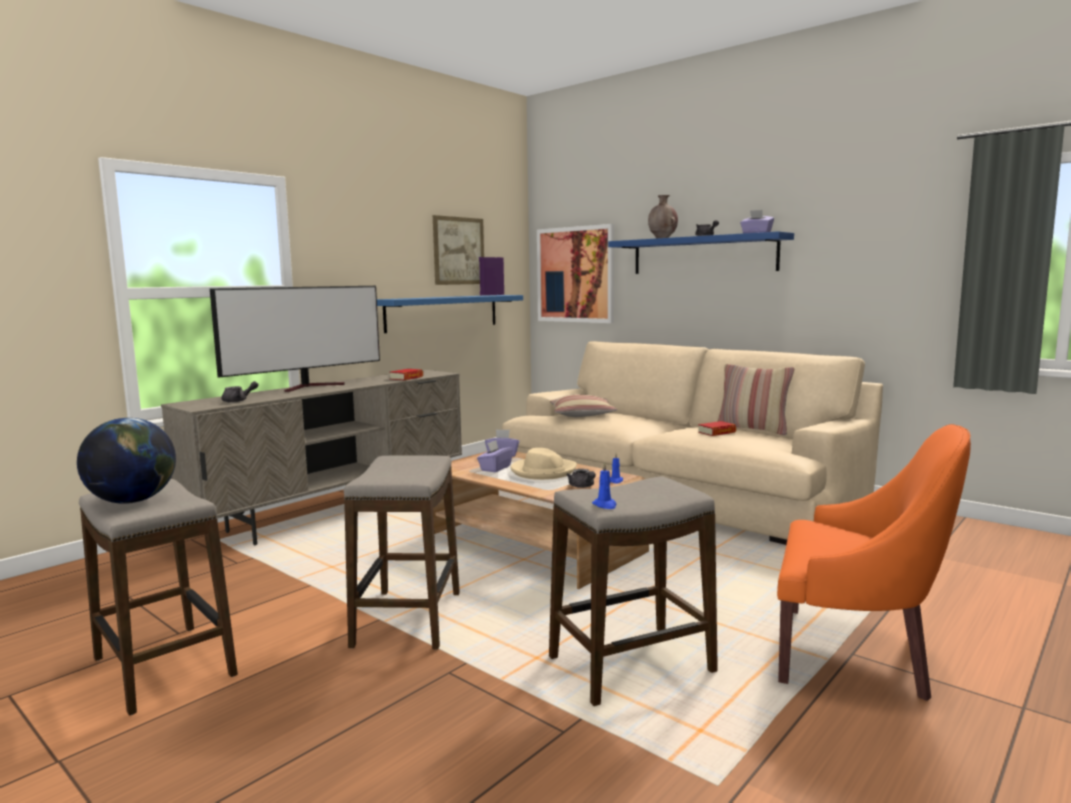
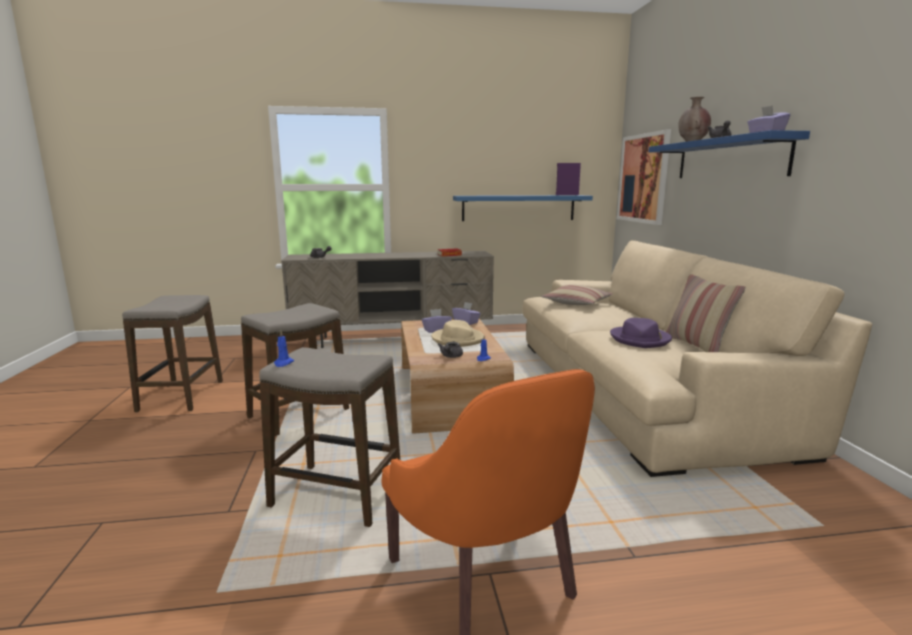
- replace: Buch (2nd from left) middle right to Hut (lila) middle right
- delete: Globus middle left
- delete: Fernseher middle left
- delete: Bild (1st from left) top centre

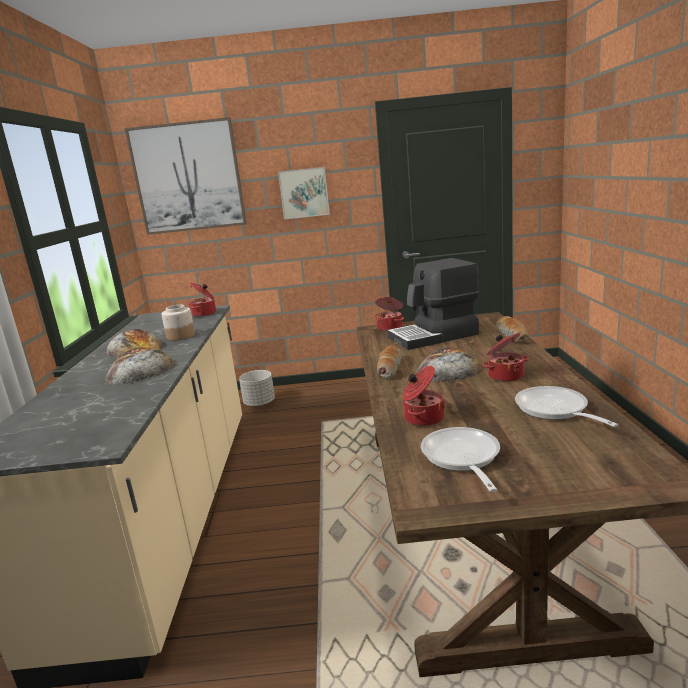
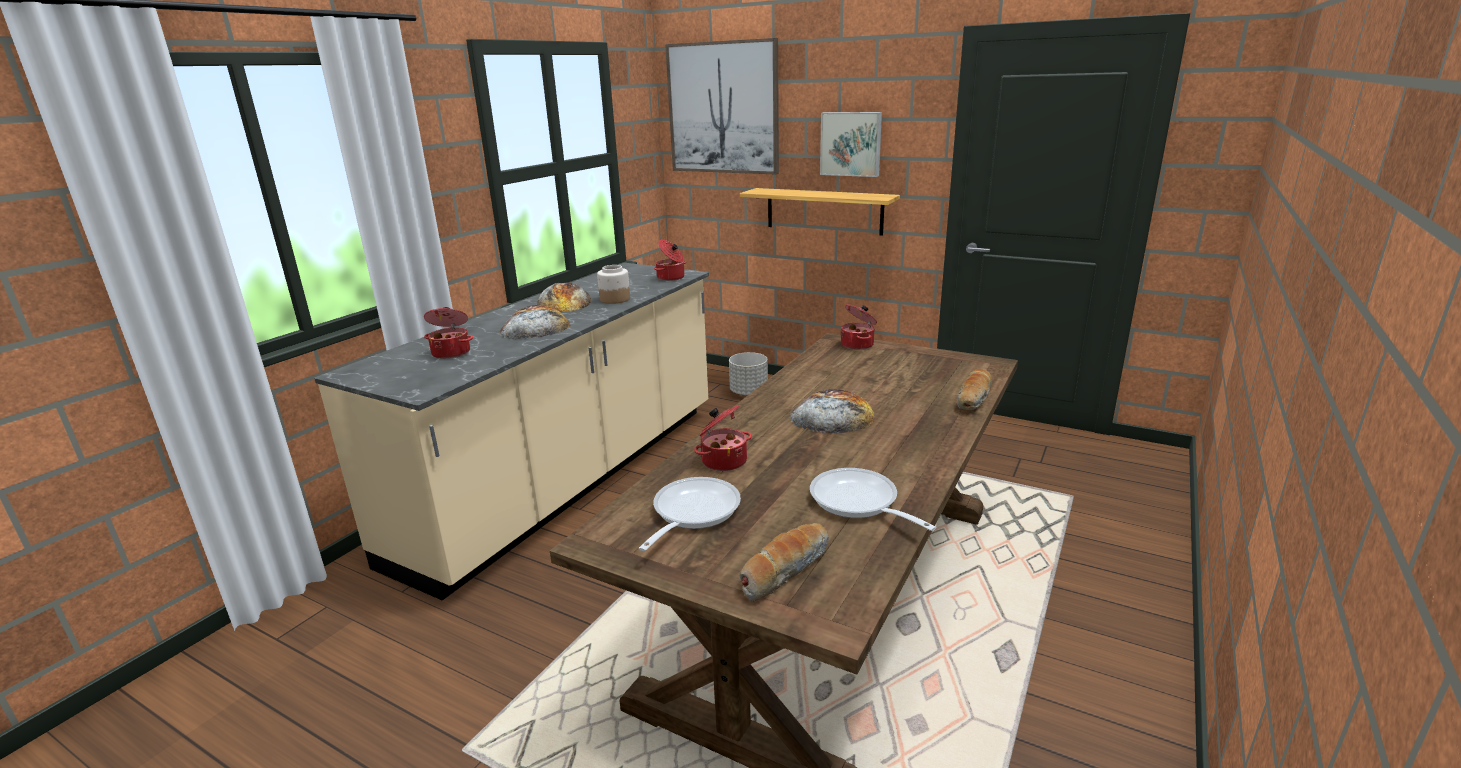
- move: Kochtopf (4th from left in the first image) middle right to Kochtopf (1st from left) middle left
- insert: Wandregal top centre
- move: Brot (3rd from left) centre to bottom centre
- rotate: Pfanne (2nd from left) middle right = centre 45 degrees counterclockwise
- delete: Kaffeemaschine centre

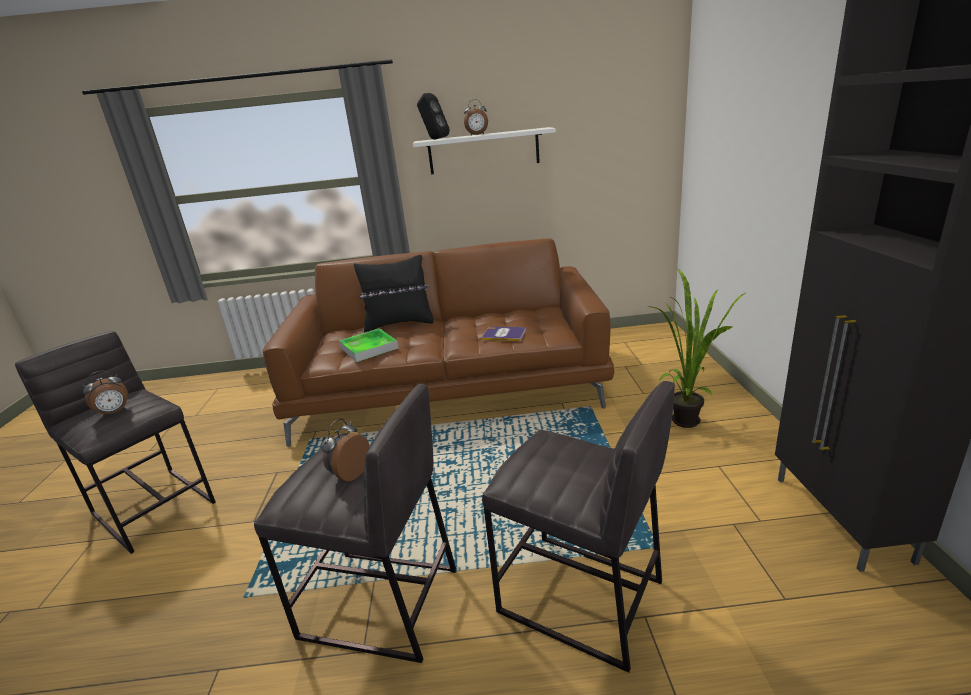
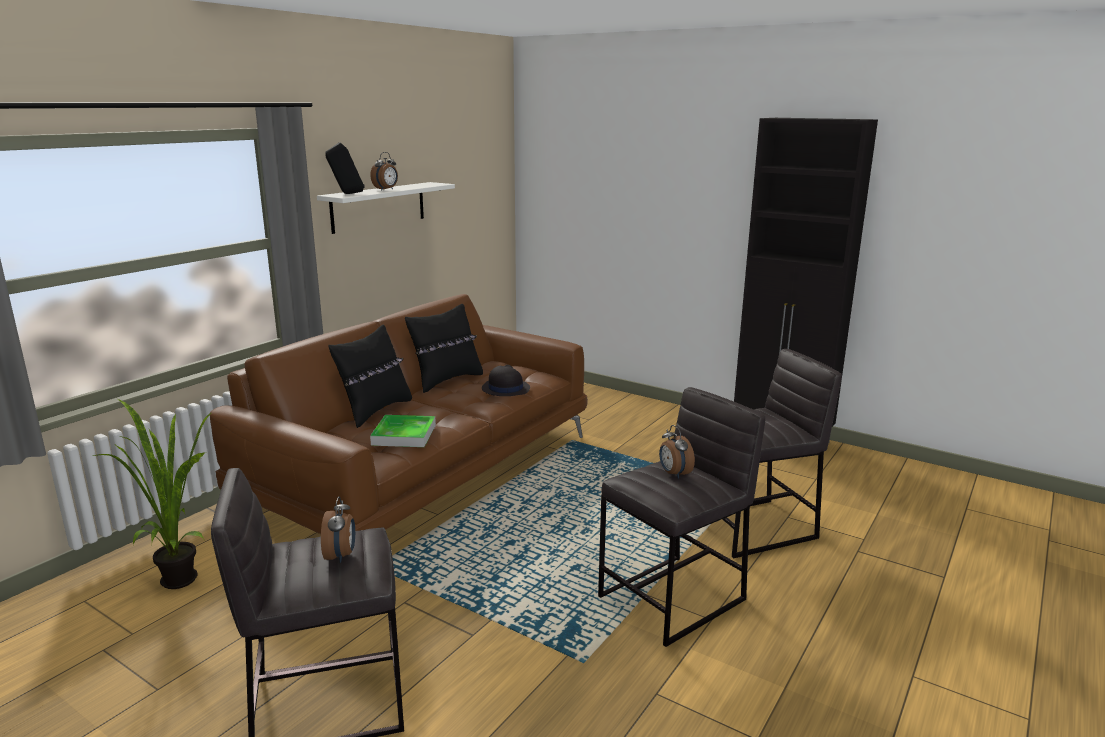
- move: Topfpflanze middle right to bottom left
- insert: Kissen (schwarz) (2nd from left) centre
- replace: Buch centre to Hut (schwarz) centre

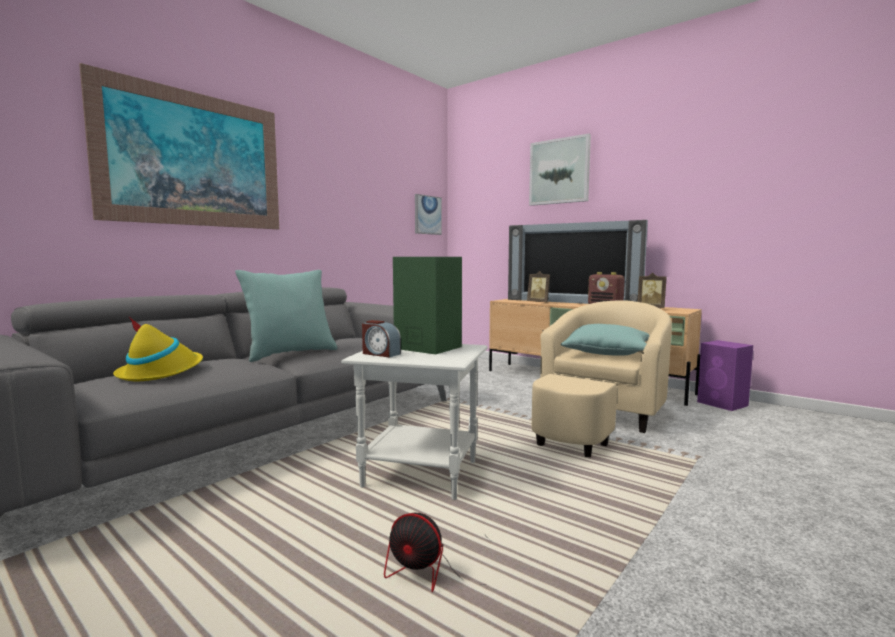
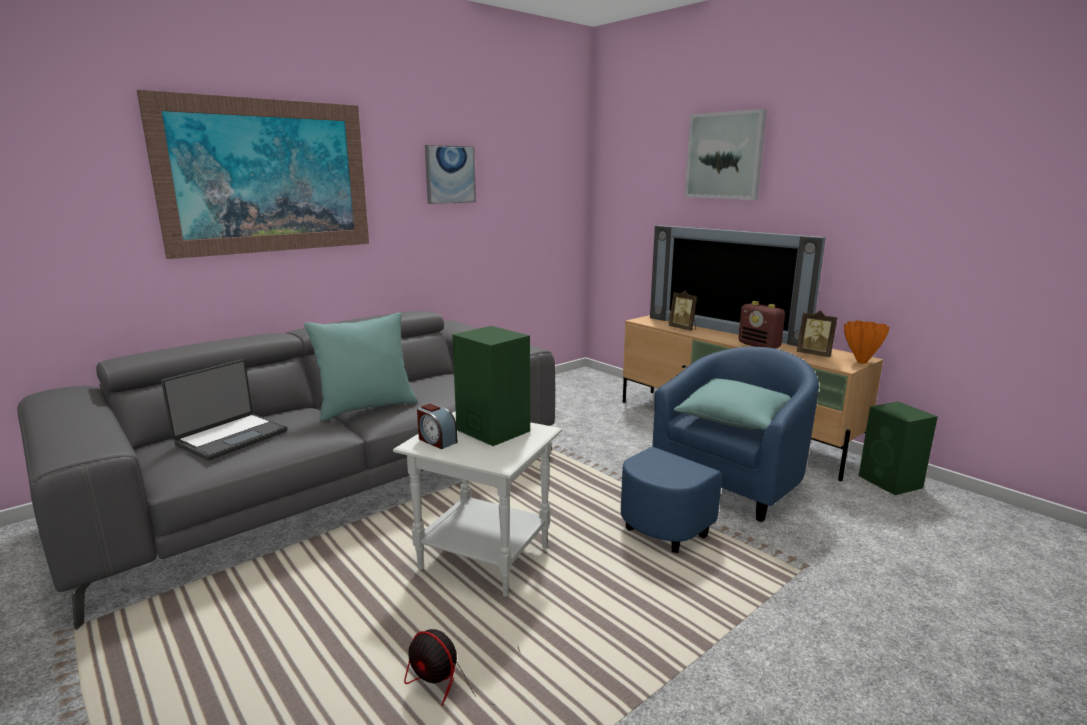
- replace: Hut (gelb) middle left to Laptop middle left
- move: Bild (2nd from left) centre to top centre
- recolor: Sessel (beige) middle right to Sessel (blau) centre
- insert: Vase (orange) middle right
- recolor: Lautsprecher (lila) middle right to Lautsprecher (grün) (2nd from left) middle right

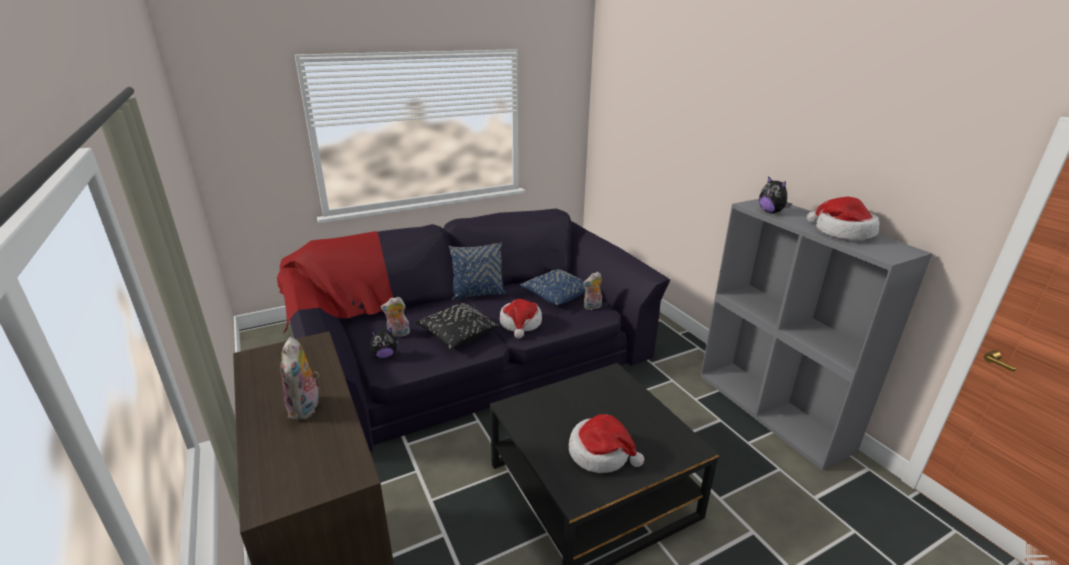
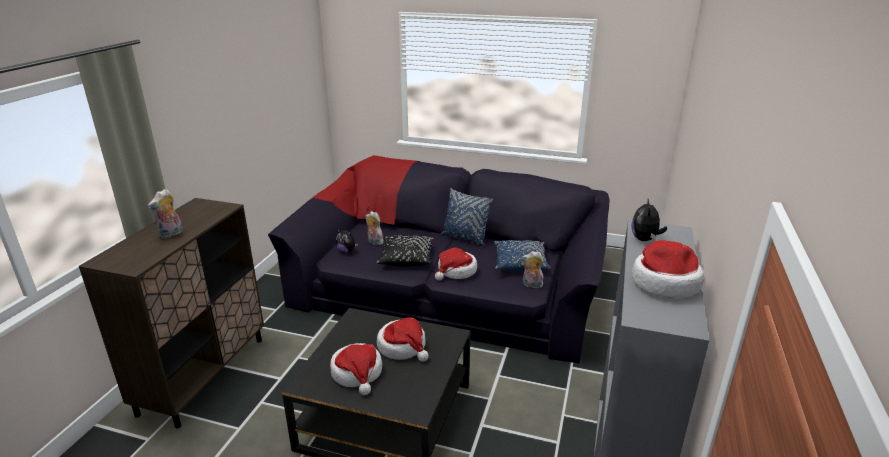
- insert: Hut (2nd from left) bottom centre

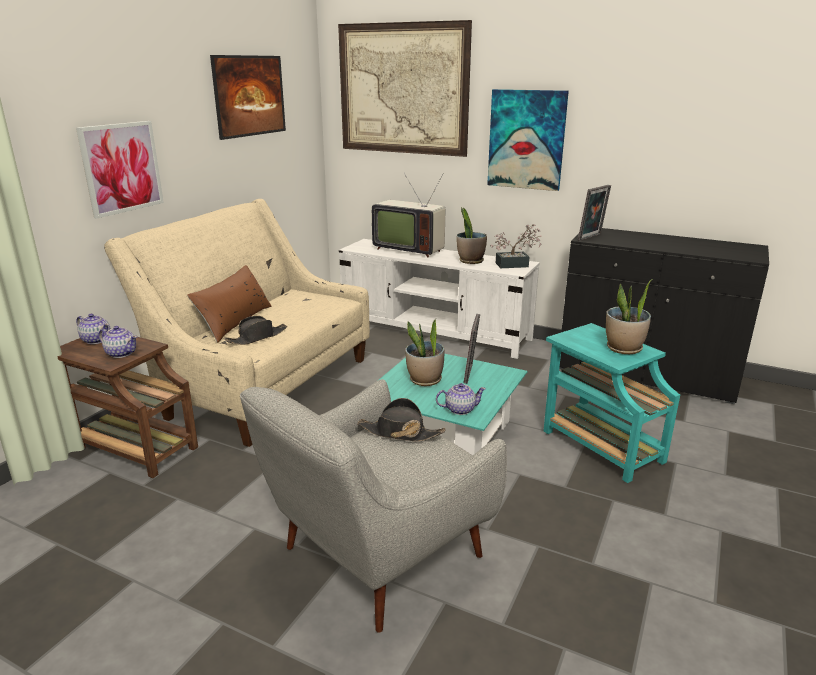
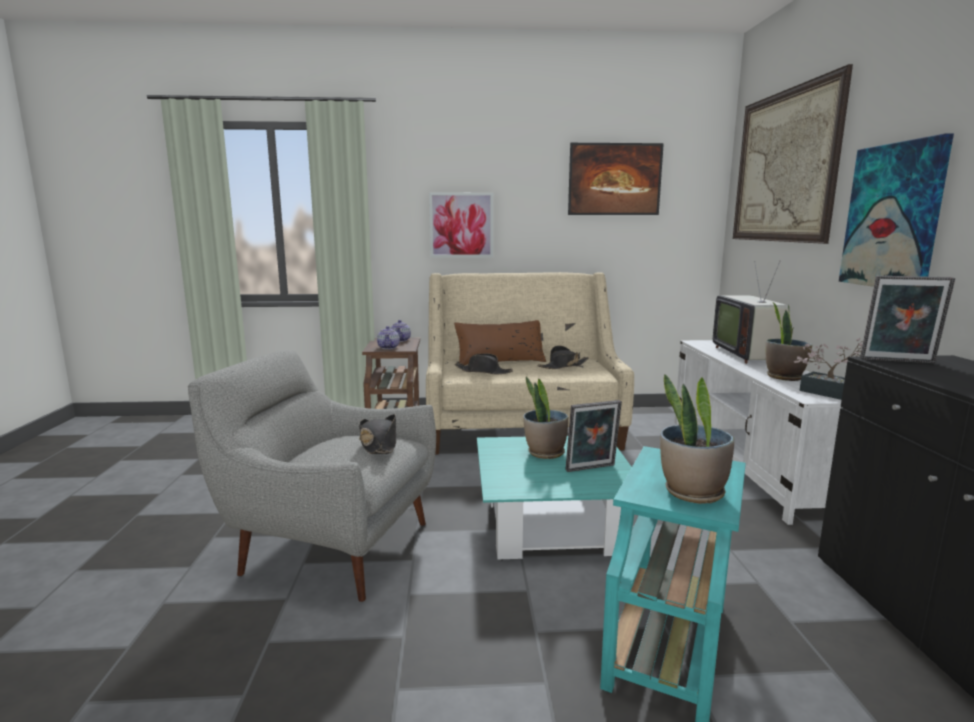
- insert: Hut (schwarz) (3rd from left) centre
- delete: Teekanne (3rd from left) centre

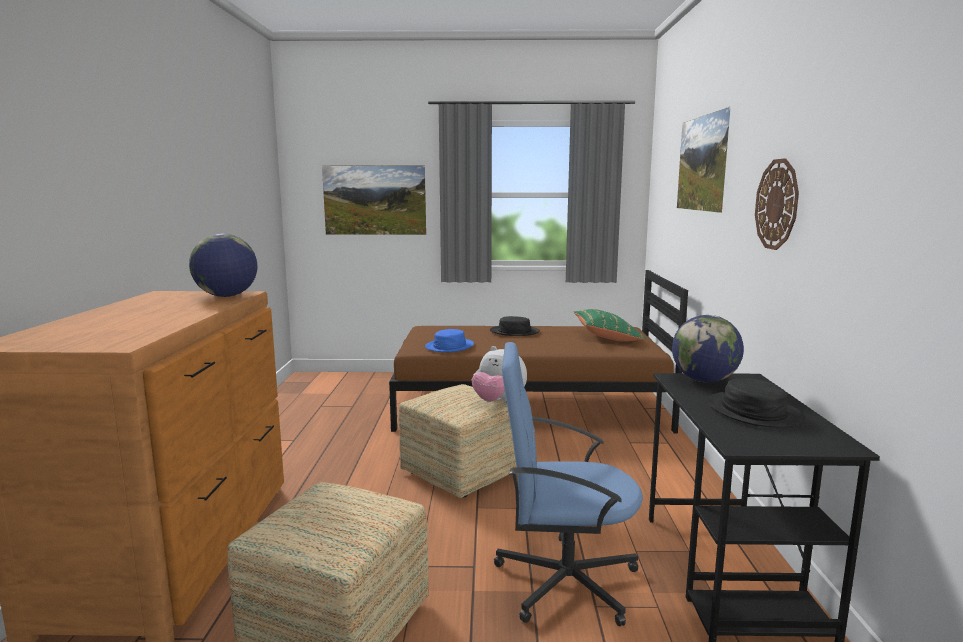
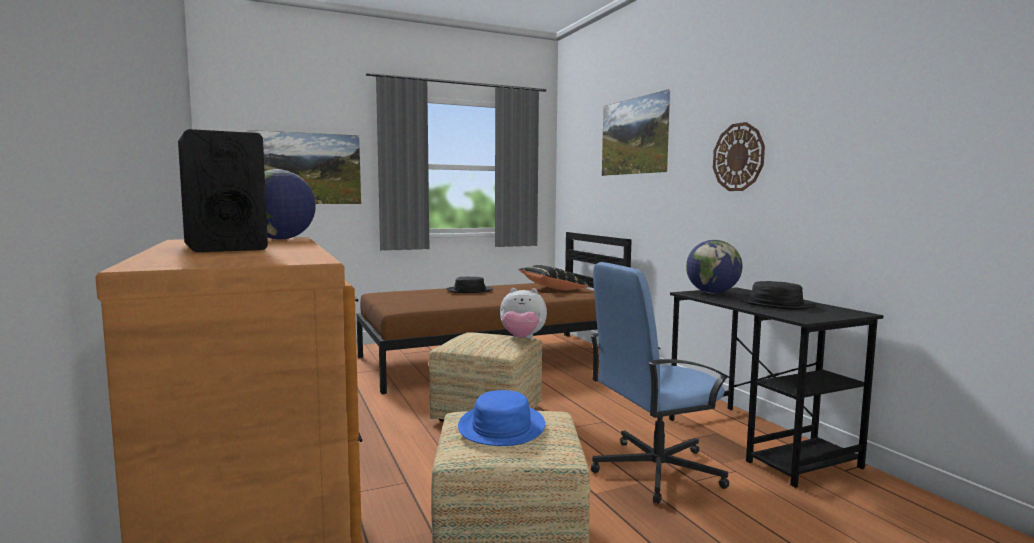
- insert: Lautsprecher (schwarz) middle left
- move: Hut (blau) centre to bottom centre
- recolor: Kissen (grün) centre to Kissen (schwarz) centre

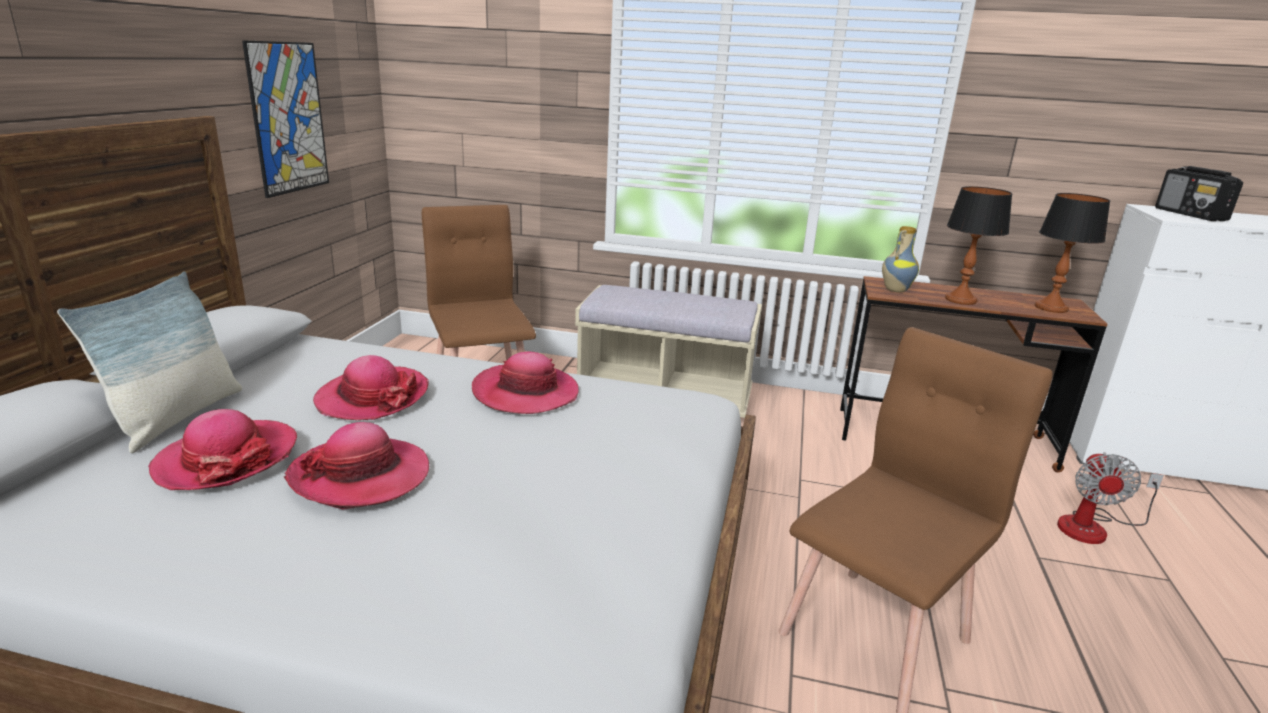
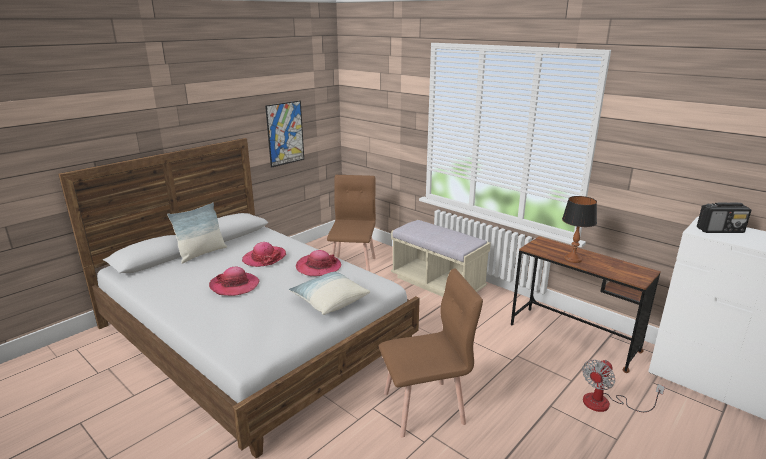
- insert: Kissen (2nd from left) centre
- rotate: Radio top right = middle right 105 degrees counterclockwise
- delete: Hut (1st from left) middle left
- delete: Vase middle right
- delete: Tischlampe (2nd from left) middle right

